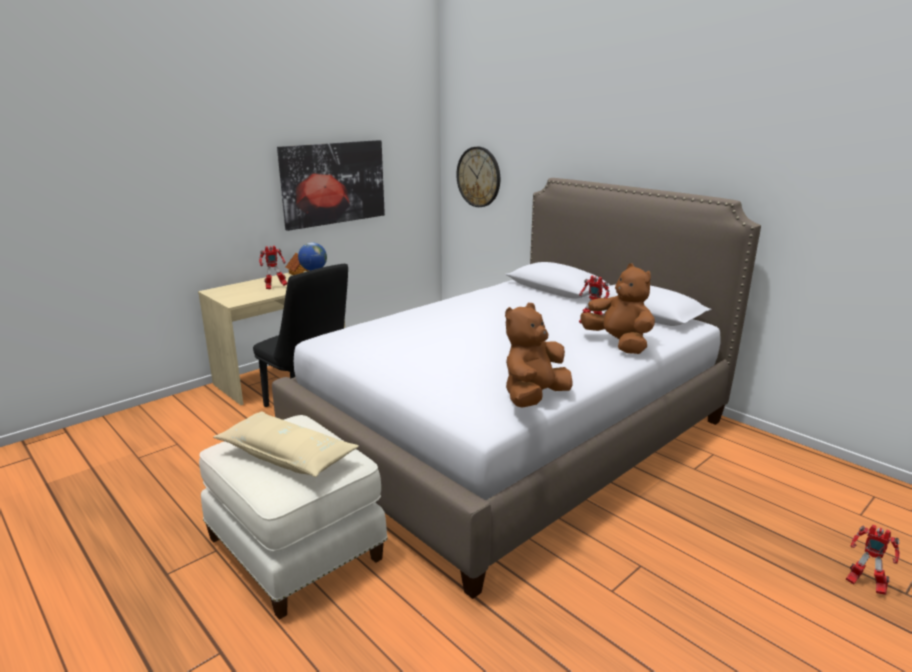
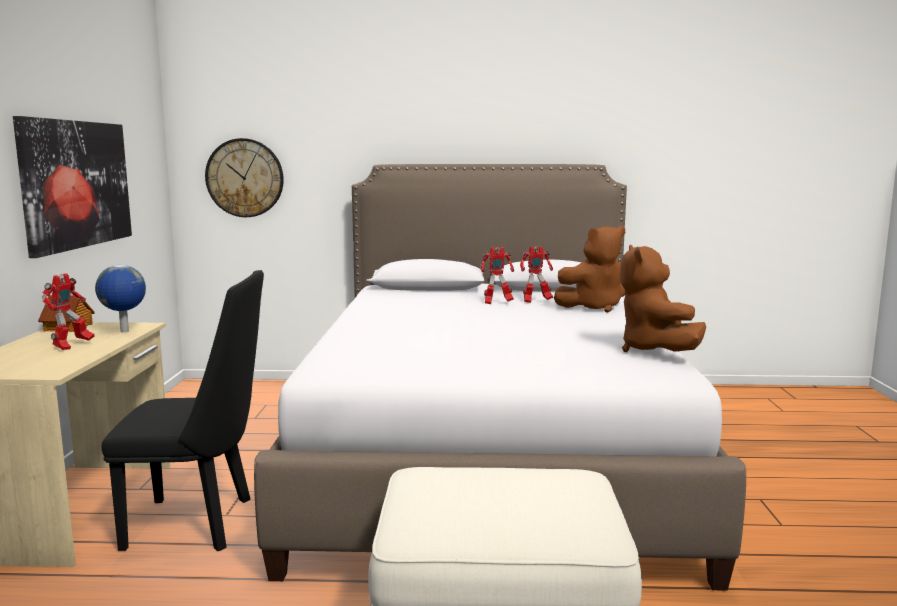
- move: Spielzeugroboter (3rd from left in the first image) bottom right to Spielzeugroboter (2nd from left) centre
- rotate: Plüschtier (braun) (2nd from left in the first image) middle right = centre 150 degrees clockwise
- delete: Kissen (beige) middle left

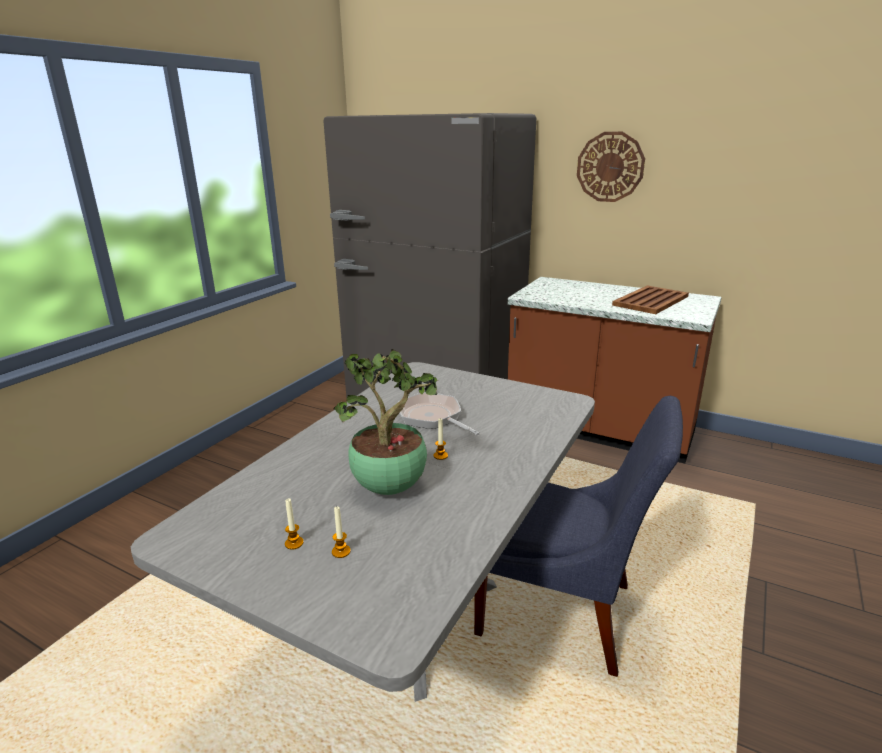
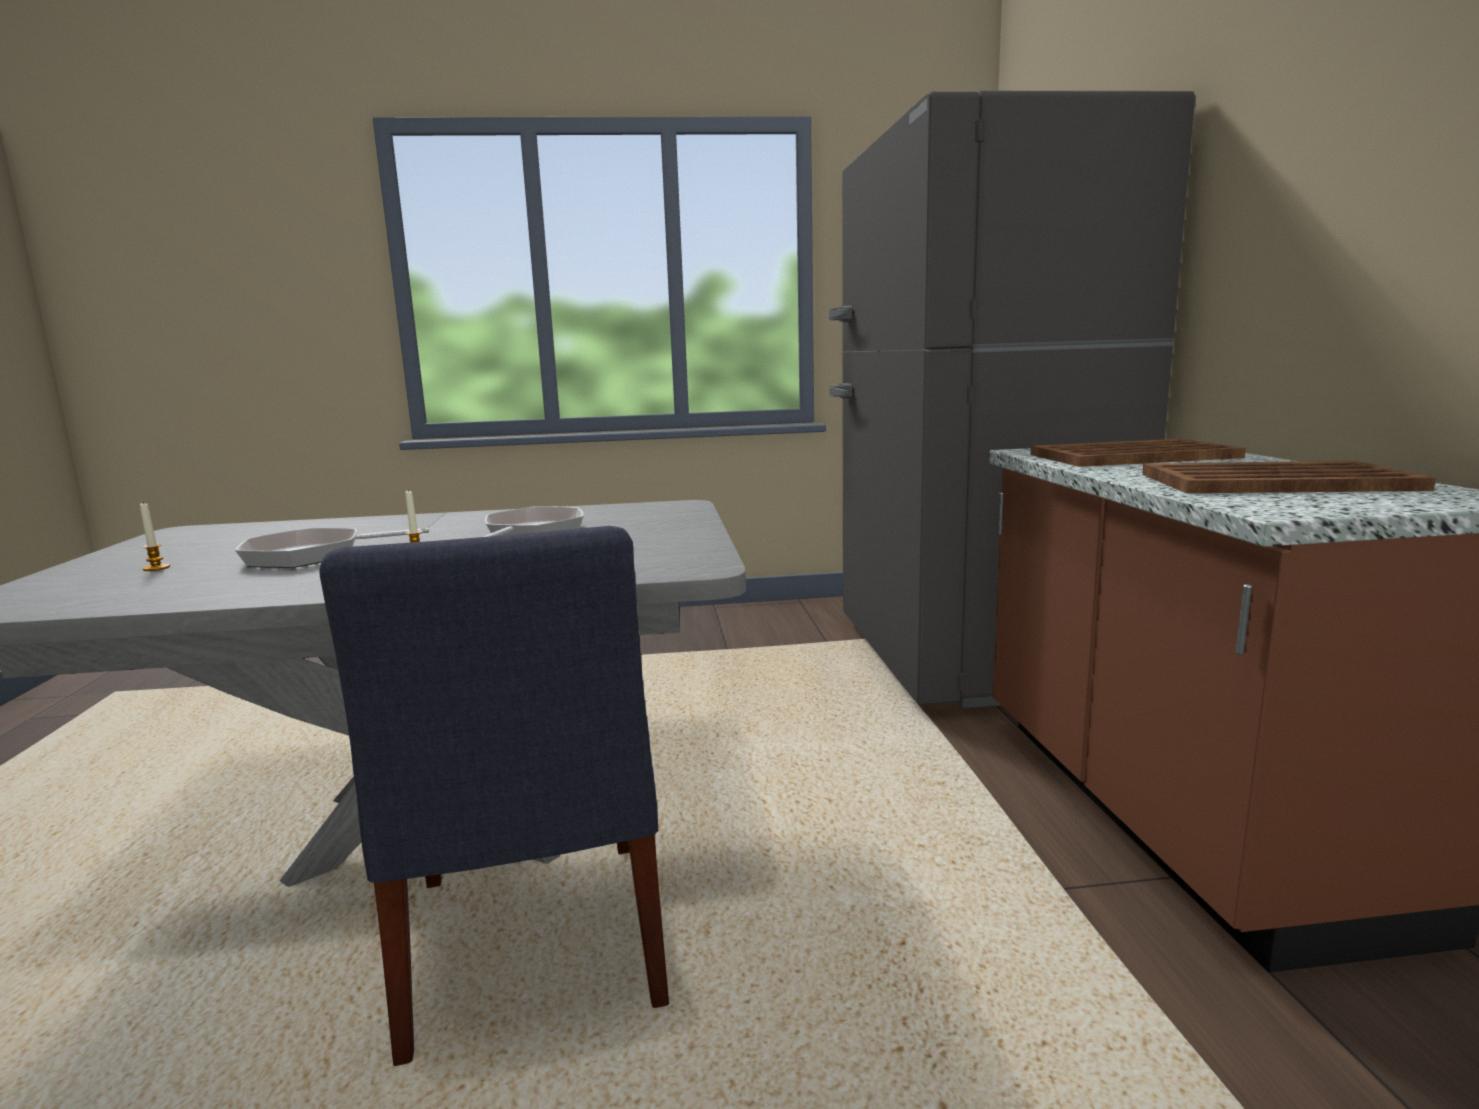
- replace: Topfpflanze centre to Pfanne (1st from left) middle left
- insert: Tablett (braun) (1st from left) middle right
- delete: Kerze (1st from left) bottom centre
- delete: Wanduhr top right

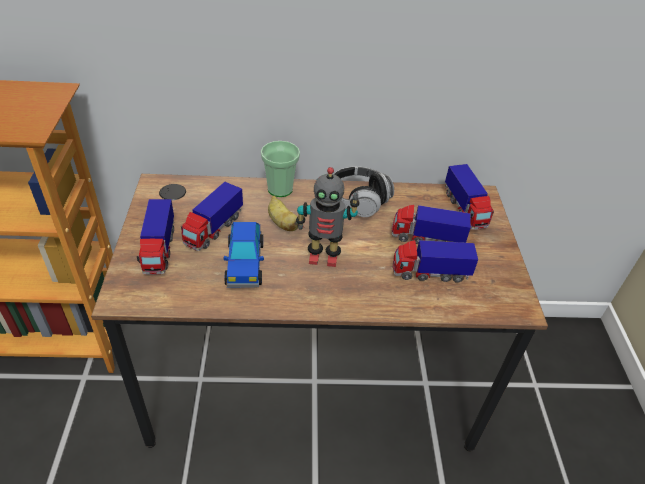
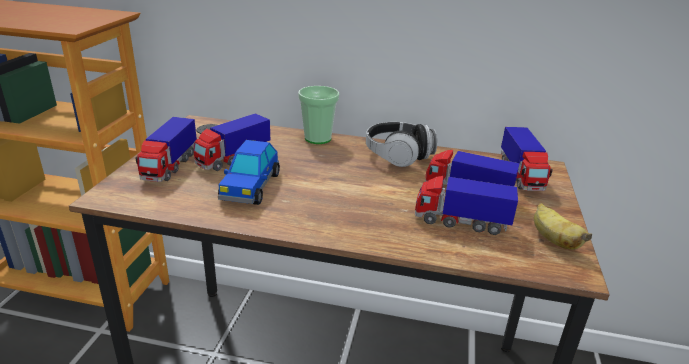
- move: Banane centre to middle right
- delete: Spielzeugroboter centre

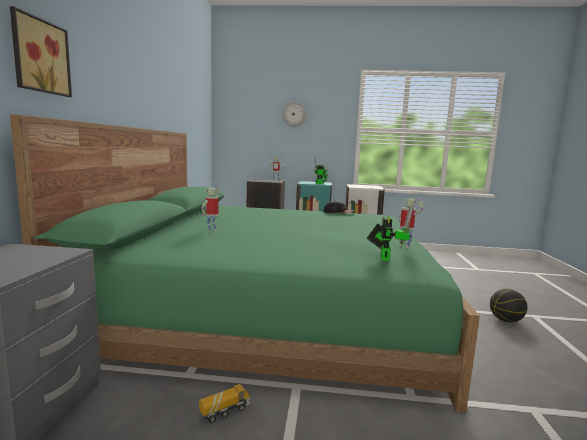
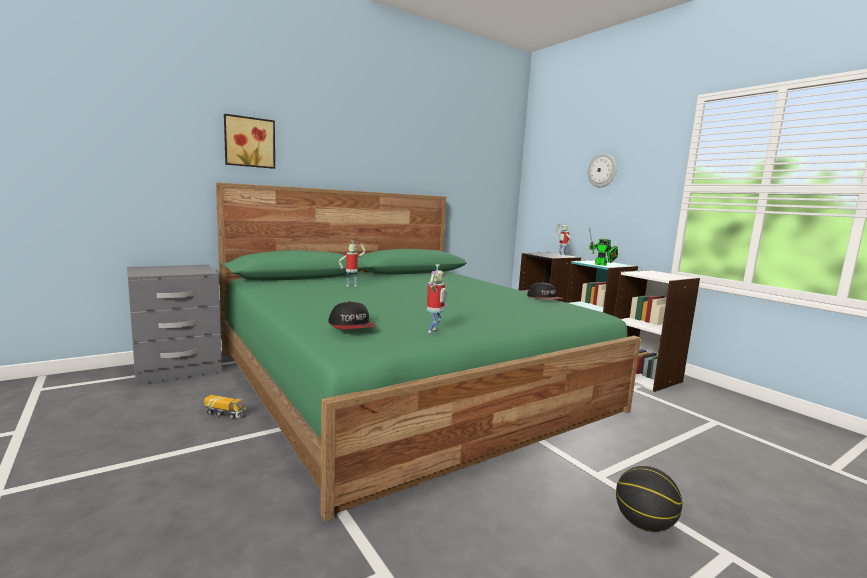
- replace: Spielzeugroboter (4th from left) centre to Kappe (1st from left) centre

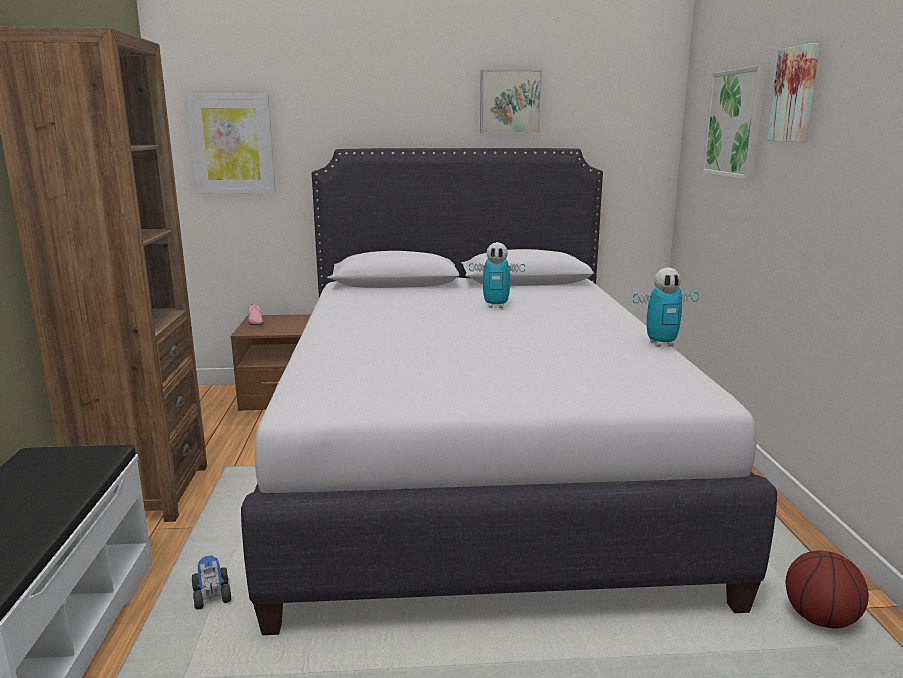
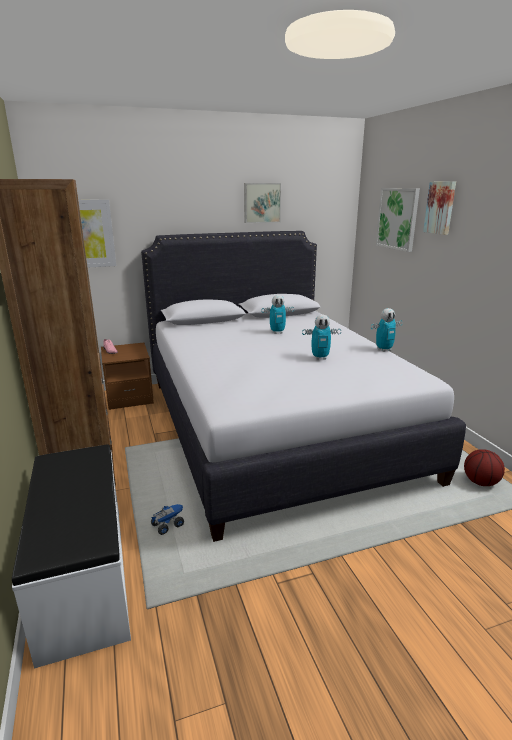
- rotate: Spielzeuglaster bottom left = bottom left 90 degrees clockwise
- insert: Spielzeugroboter (2nd from left) centre

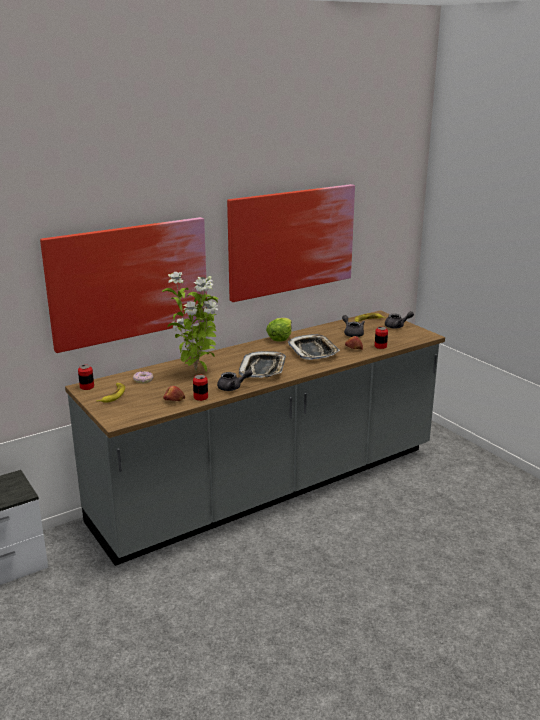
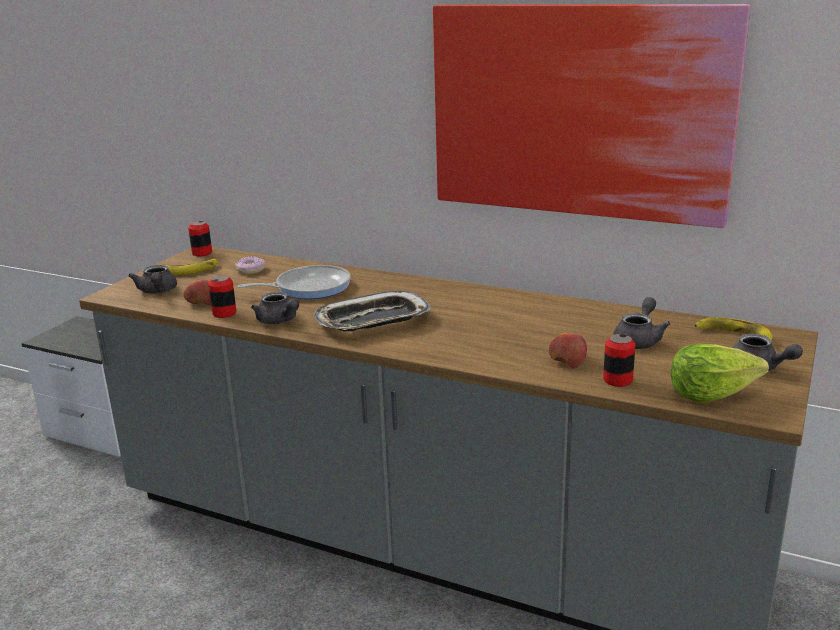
- insert: Teekanne (grau) (1st from left) middle left
- replace: Topfpflanze centre to Pfanne centre
- move: Salatkopf centre to middle right
- delete: Bild (1st from left) middle left
- delete: Tablett (2nd from left) centre

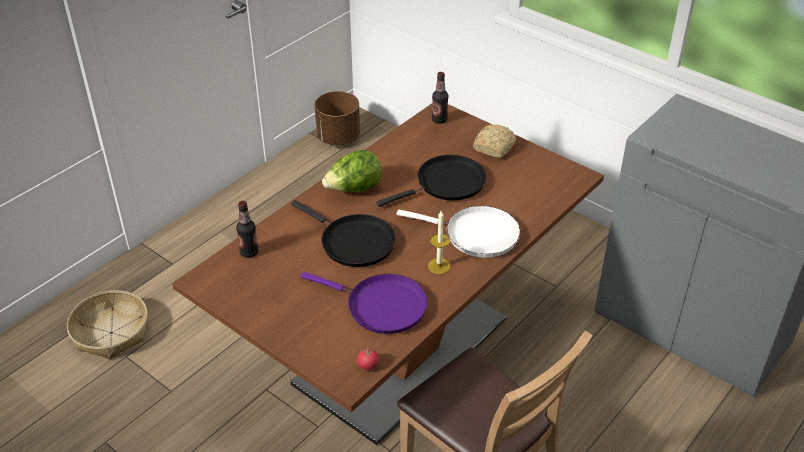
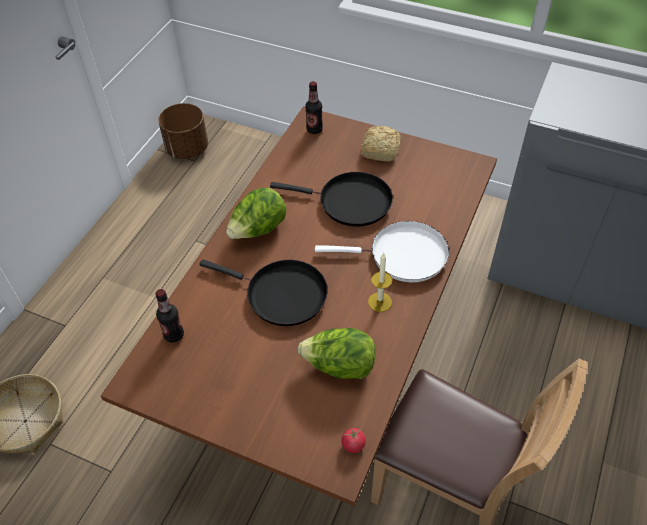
- rotate: Pfanne (schwarz) (2nd from left) centre = centre 60 degrees clockwise
- replace: Pfanne (lila) bottom centre to Salatkopf (2nd from left) bottom centre

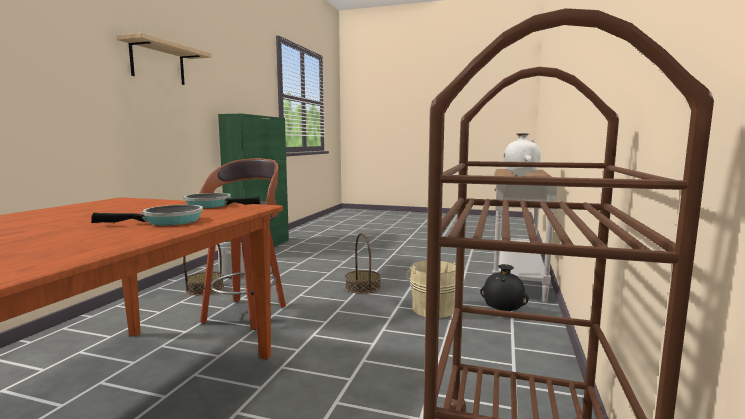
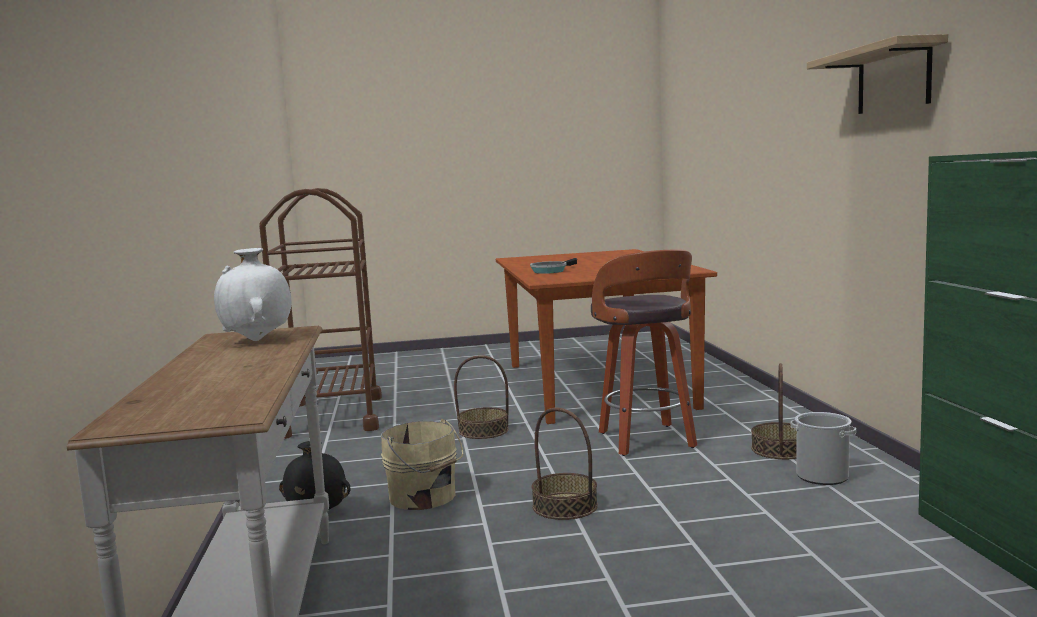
- insert: Korb (1st from left) centre
- delete: Pfanne (2nd from left) middle left

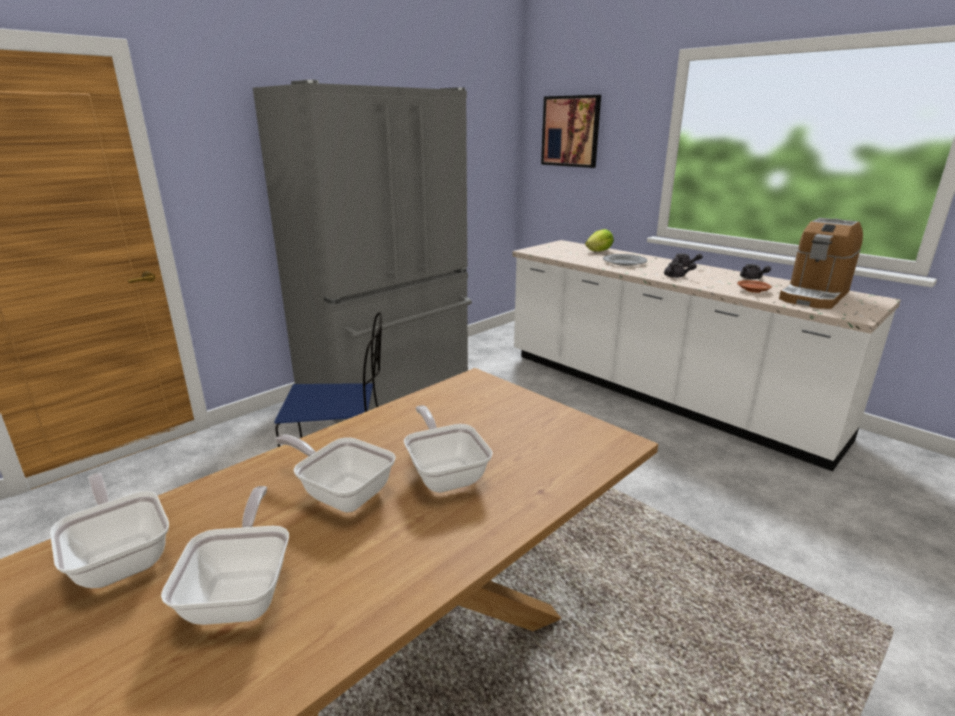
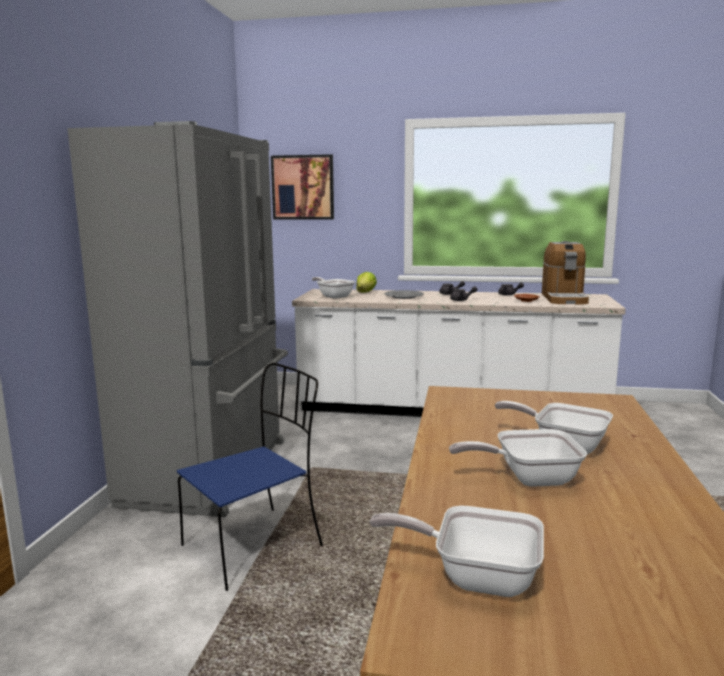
- move: Pfanne (2nd from left in the first image) bottom left to Pfanne (1st from left) centre

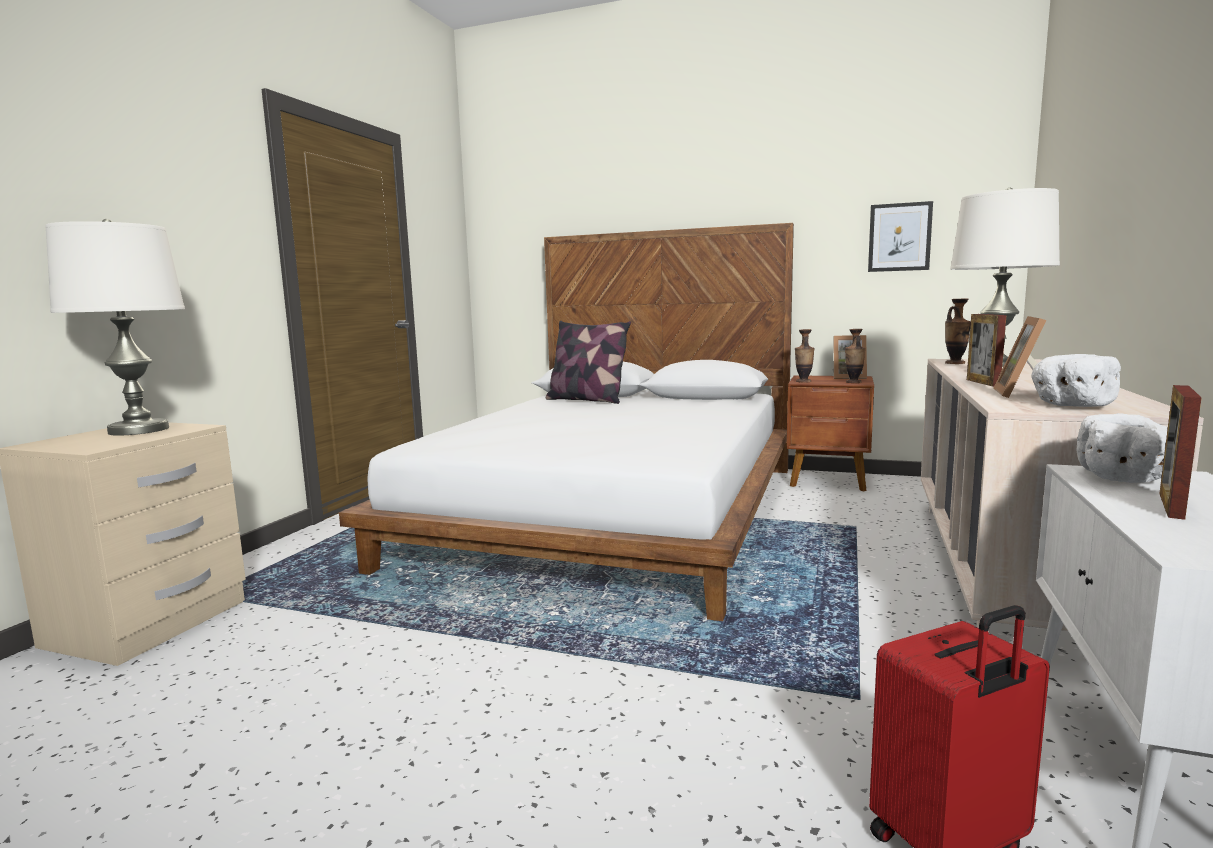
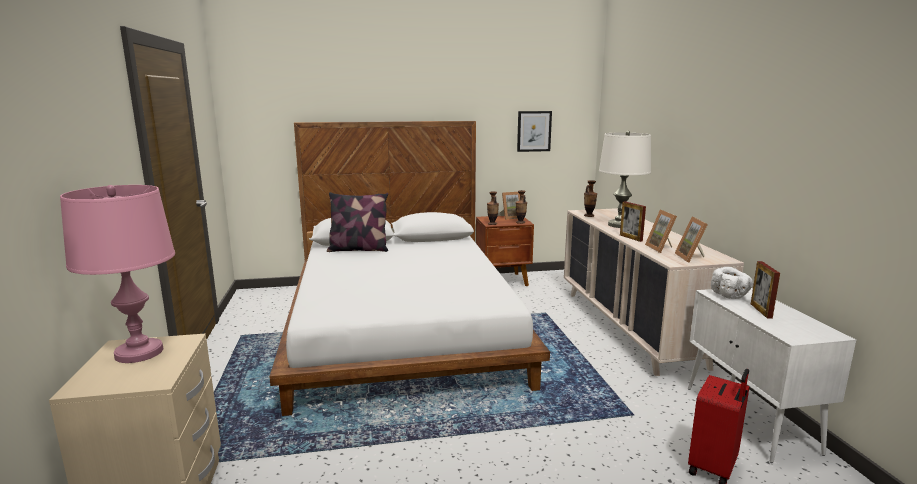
- recolor: Tischlampe (weiß) (1st from left) middle left to Tischlampe (rosa) middle left
- replace: Schüssel (weiß) (1st from left) middle right to Bilderrahmen (4th from left) middle right

